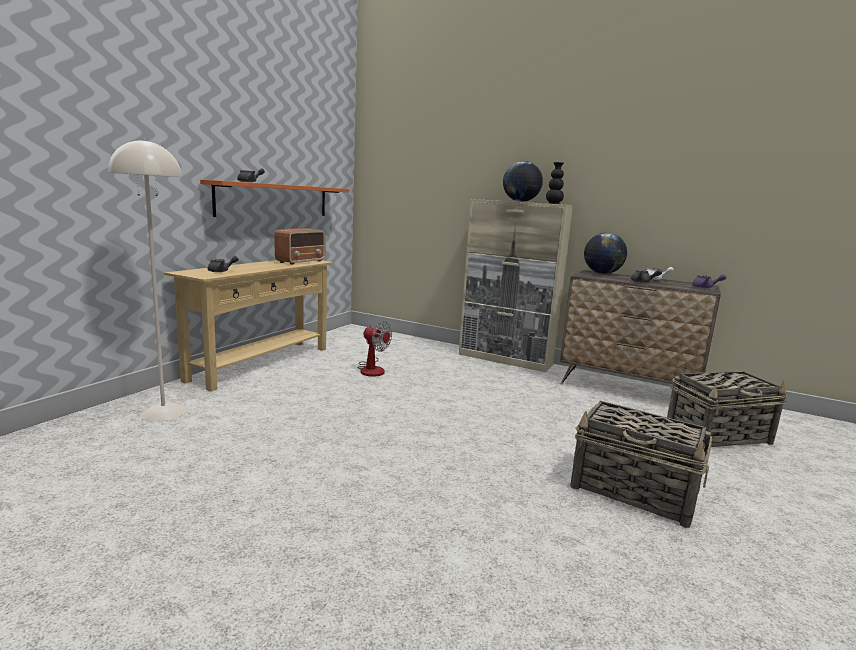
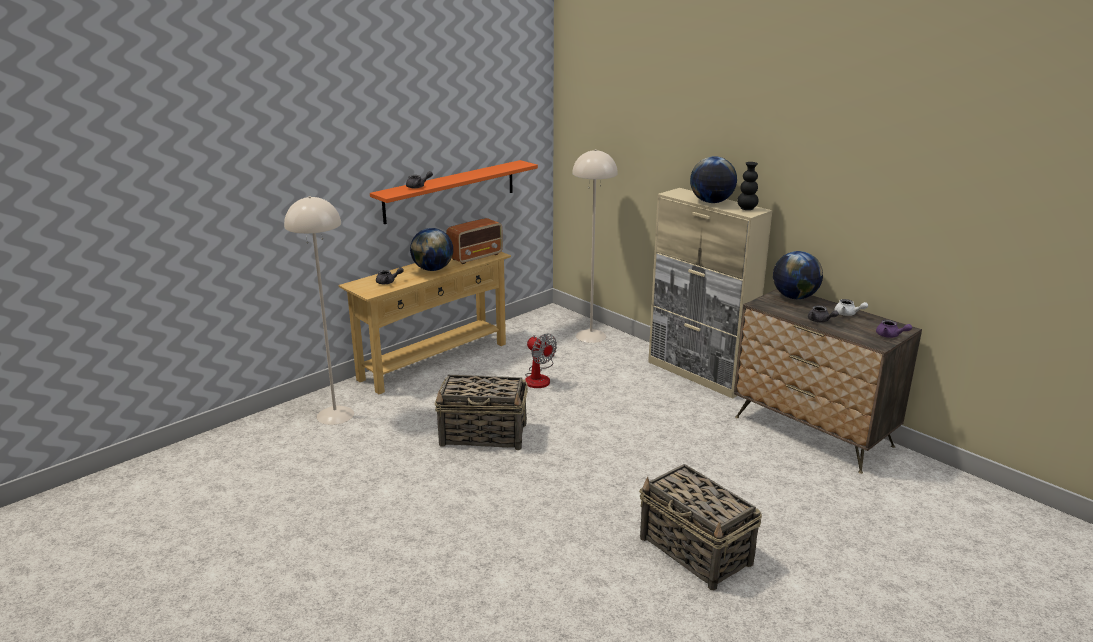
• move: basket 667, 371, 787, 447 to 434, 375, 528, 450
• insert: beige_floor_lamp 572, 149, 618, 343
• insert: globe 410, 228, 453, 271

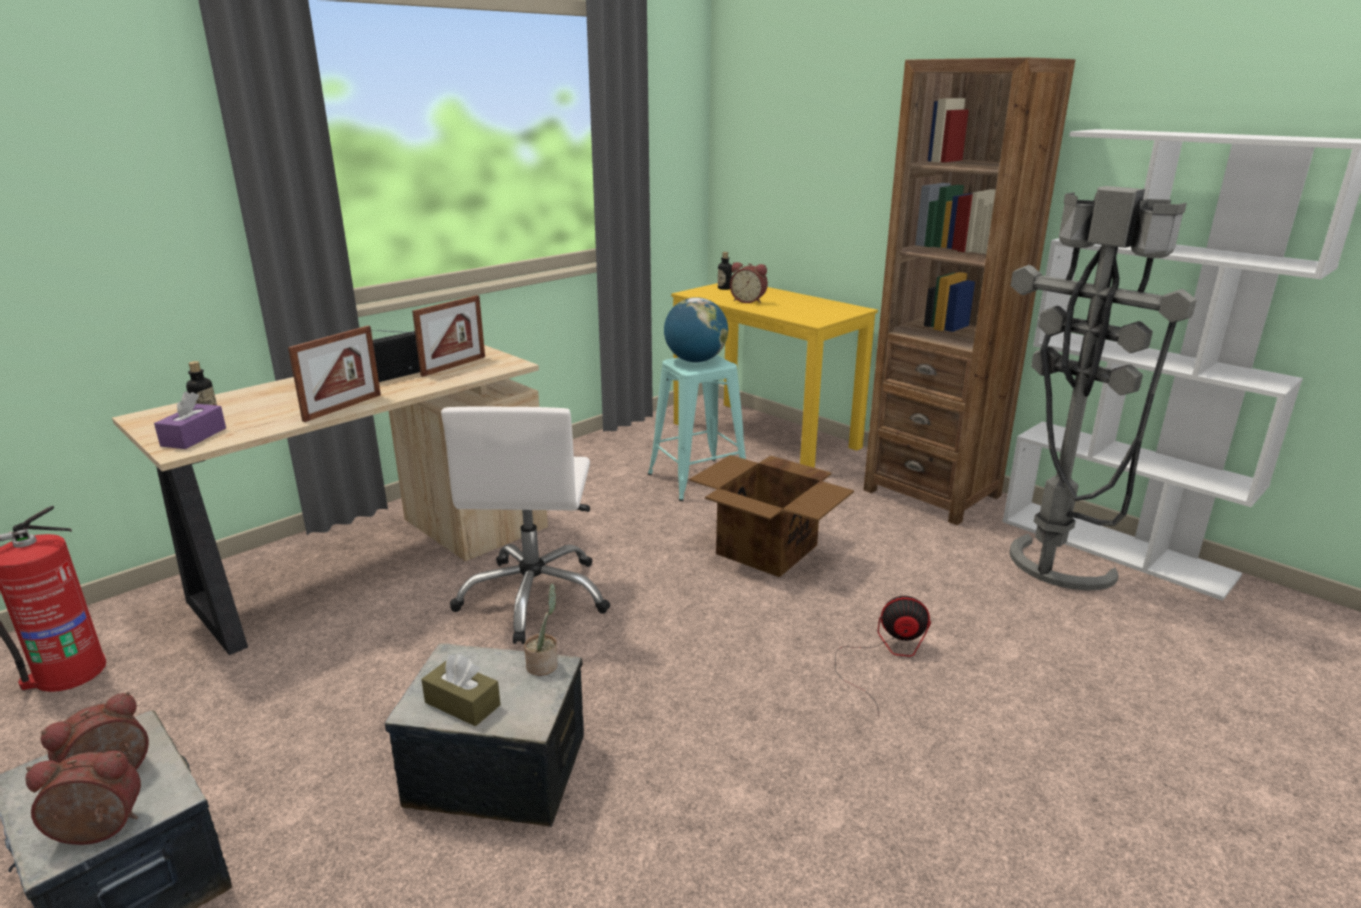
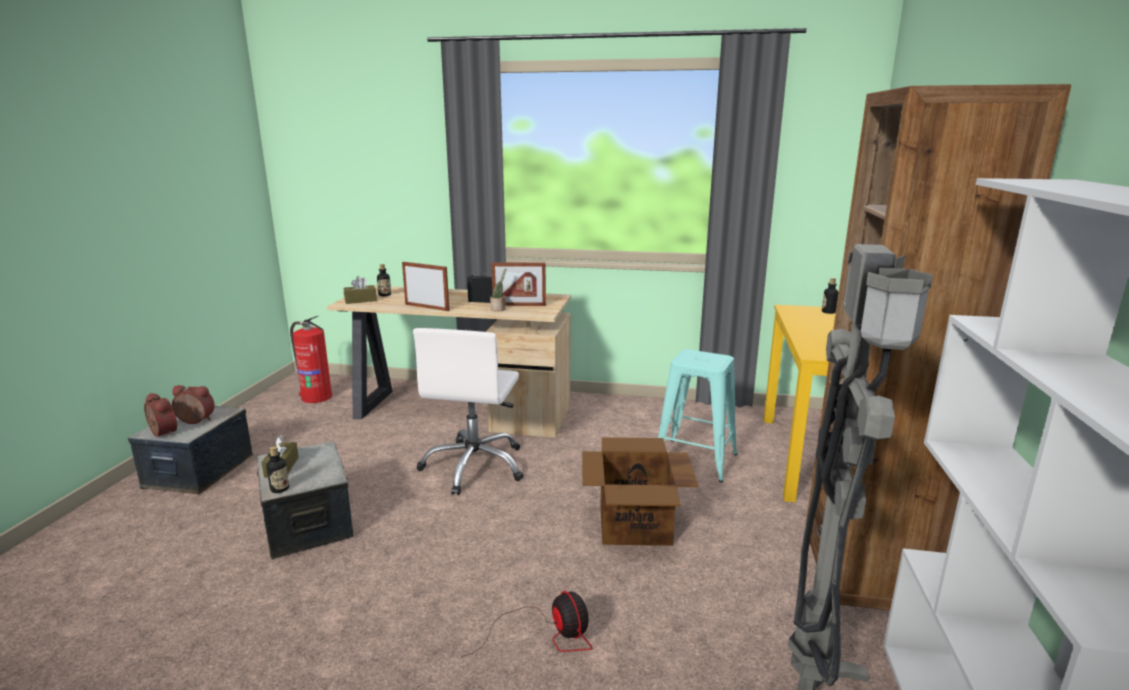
• delete: alarm_clock 730, 262, 768, 304
• delete: globe 664, 297, 728, 362
• rotate: picture_frame 288, 326, 381, 422 = 402, 262, 449, 311 150 degrees counterclockwise
• recolor: purple_tissue_box 154, 392, 226, 449 to brown_tissue_box 344, 276, 377, 304
• rotate: white_office_chair 441, 406, 610, 644 = 413, 328, 524, 495 45 degrees counterclockwise
• move: potted_plant 524, 584, 558, 676 to 490, 268, 507, 311
• insert: bottle 266, 446, 289, 493

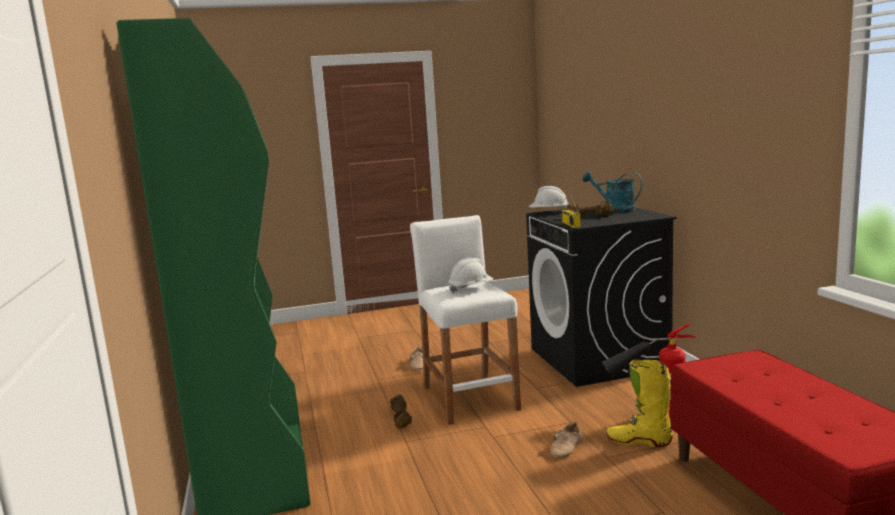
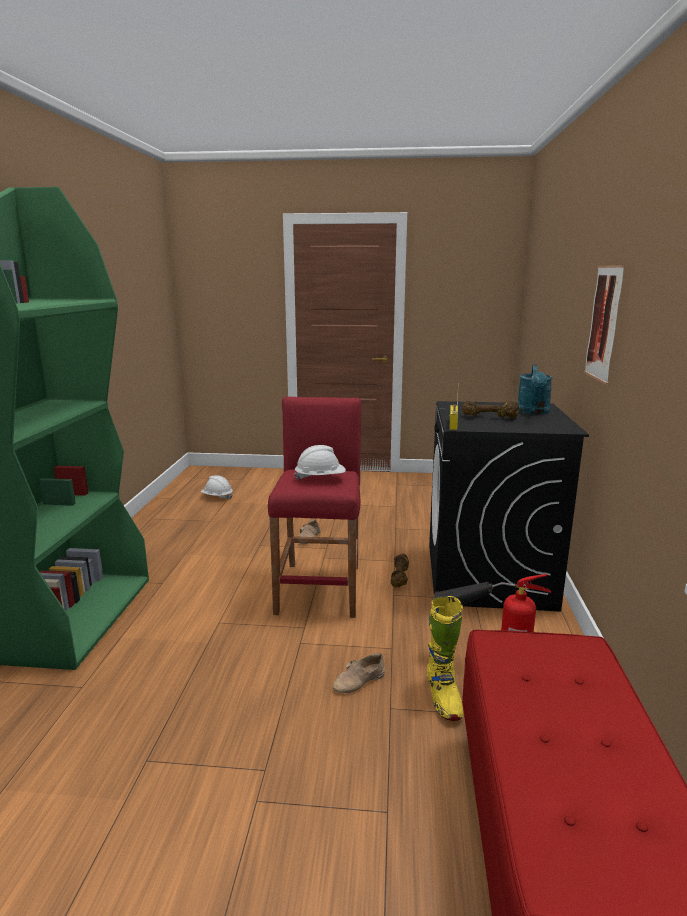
• rotate: turquoise_watering_can 582, 171, 643, 213 = 518, 364, 552, 415 135 degrees counterclockwise
• move: white_hard_hat 529, 186, 569, 209 to 201, 475, 233, 499
• recolor: white_stool 410, 215, 521, 425 to red_stool 268, 397, 362, 618
• rotate: yellow_boot 606, 359, 673, 447 = 427, 596, 463, 721 135 degrees counterclockwise
• move: brown_dumbbell 390, 394, 412, 429 to 390, 553, 409, 587
• insert: picture 584, 265, 625, 385

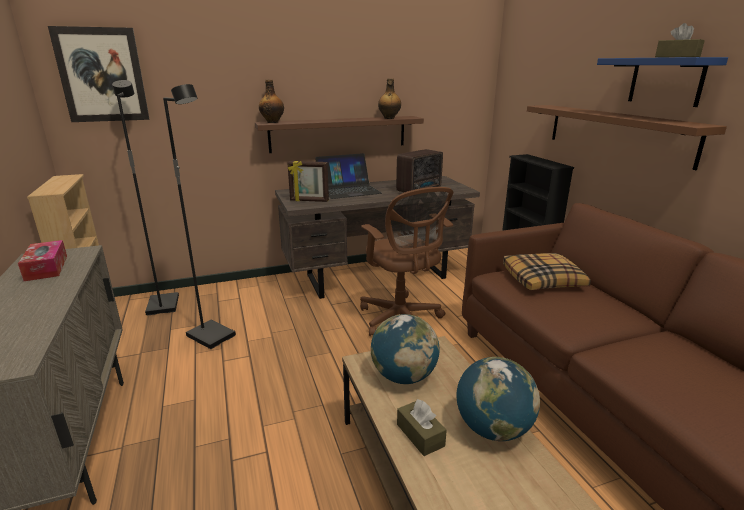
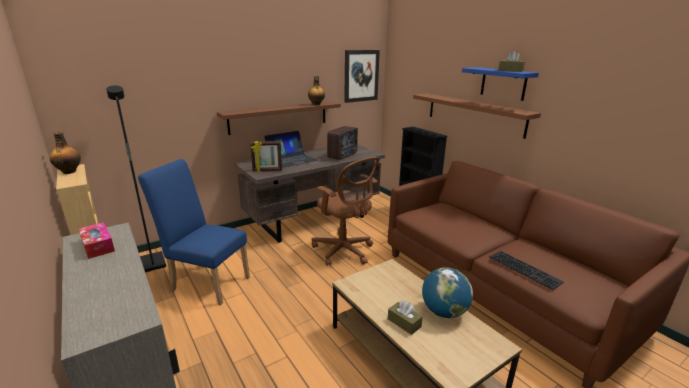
• move: picture 48, 26, 149, 122 to 344, 50, 380, 103
• move: bottle 259, 80, 284, 123 to 50, 132, 81, 174
• replace: black_floor_lamp 163, 84, 236, 349 to blue_chair 138, 159, 250, 305
• delete: pillow 503, 253, 591, 290
• delete: globe 371, 314, 440, 384
• insert: keyboard 489, 251, 564, 290

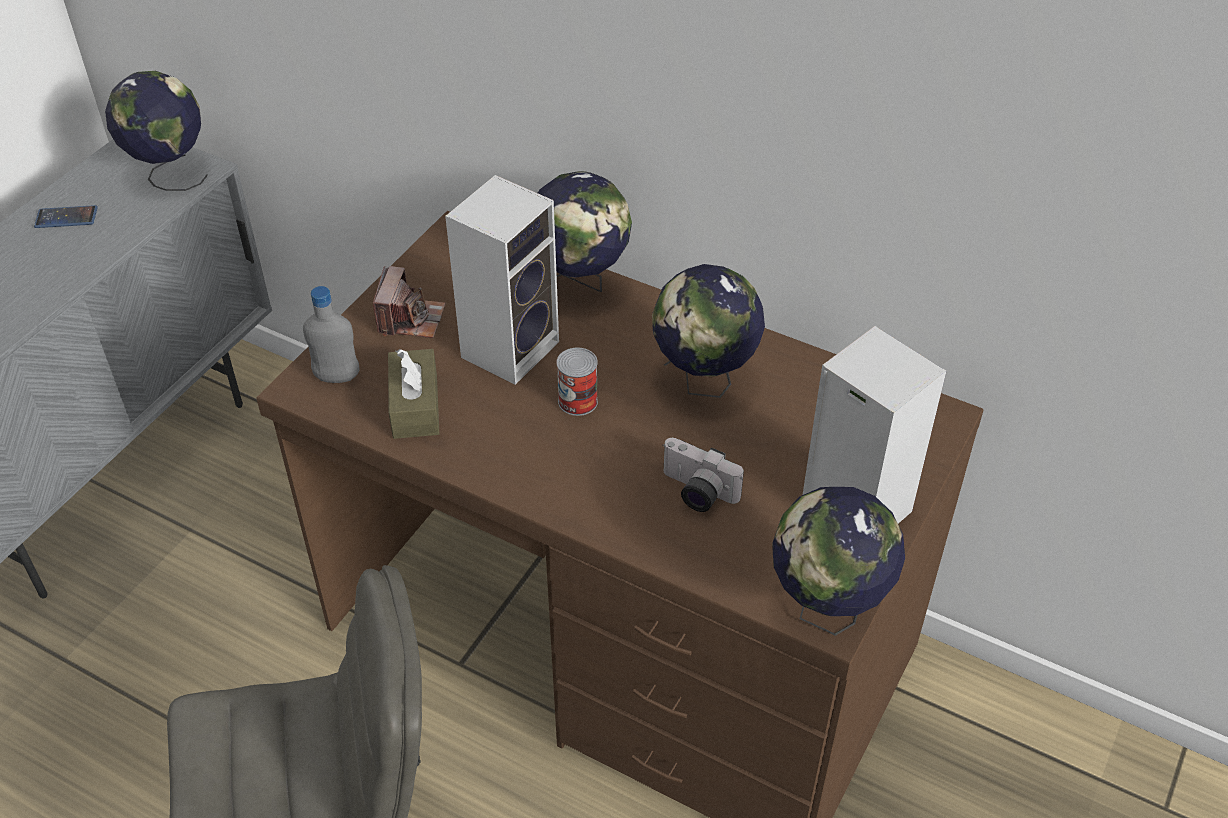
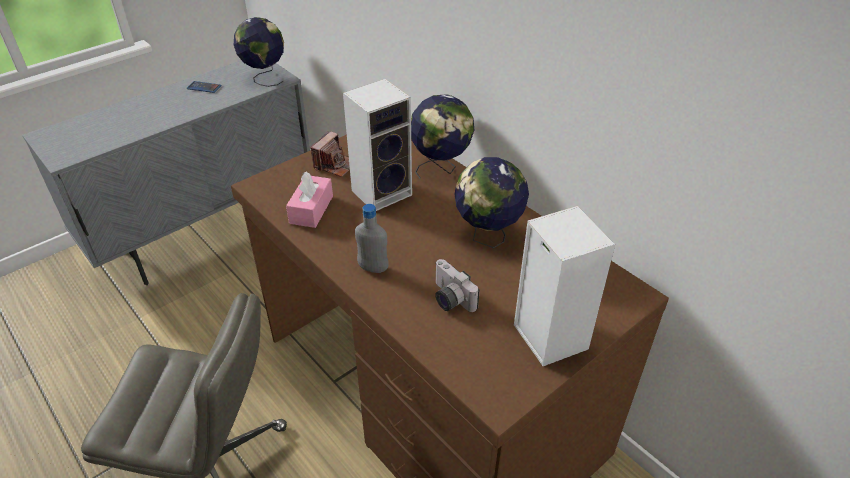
• move: grey_bottle 303, 286, 359, 383 to 355, 204, 389, 273
• delete: can 556, 347, 598, 416
• recolor: brown_tissue_box 388, 349, 439, 439 to pink_tissue_box 286, 172, 333, 228
• delete: globe 772, 487, 905, 636

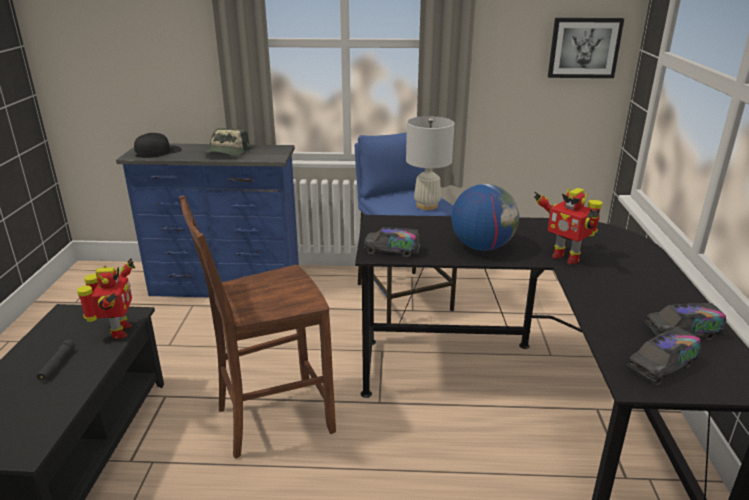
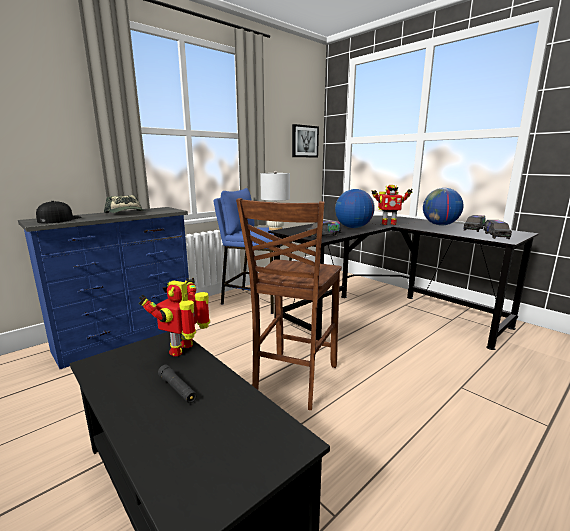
• rotate: toy_robot 77, 258, 135, 339 = 139, 278, 210, 357 105 degrees counterclockwise
• insert: globe 423, 188, 463, 225

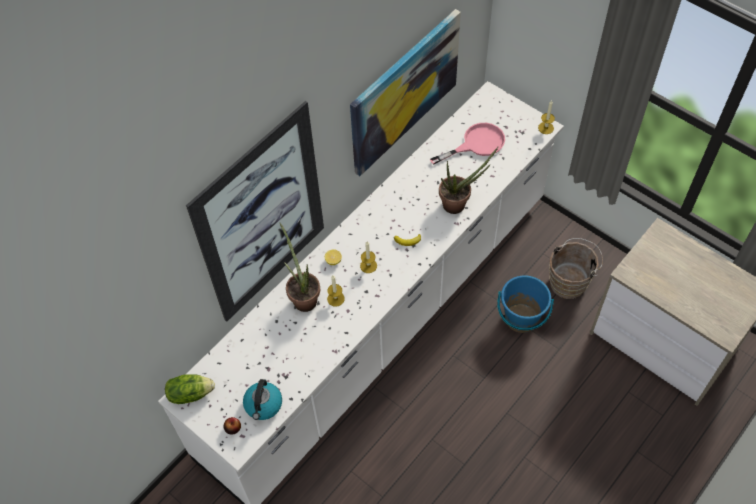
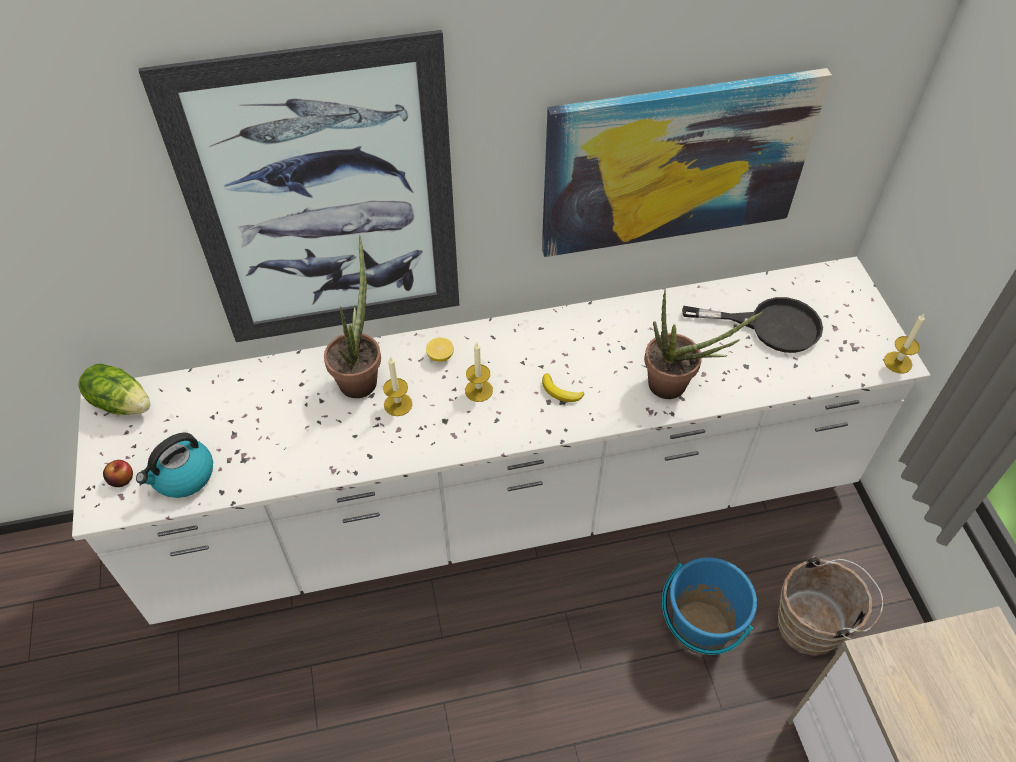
• recolor: pink_frying_pan 430, 123, 505, 165 to black_frying_pan 682, 297, 823, 353

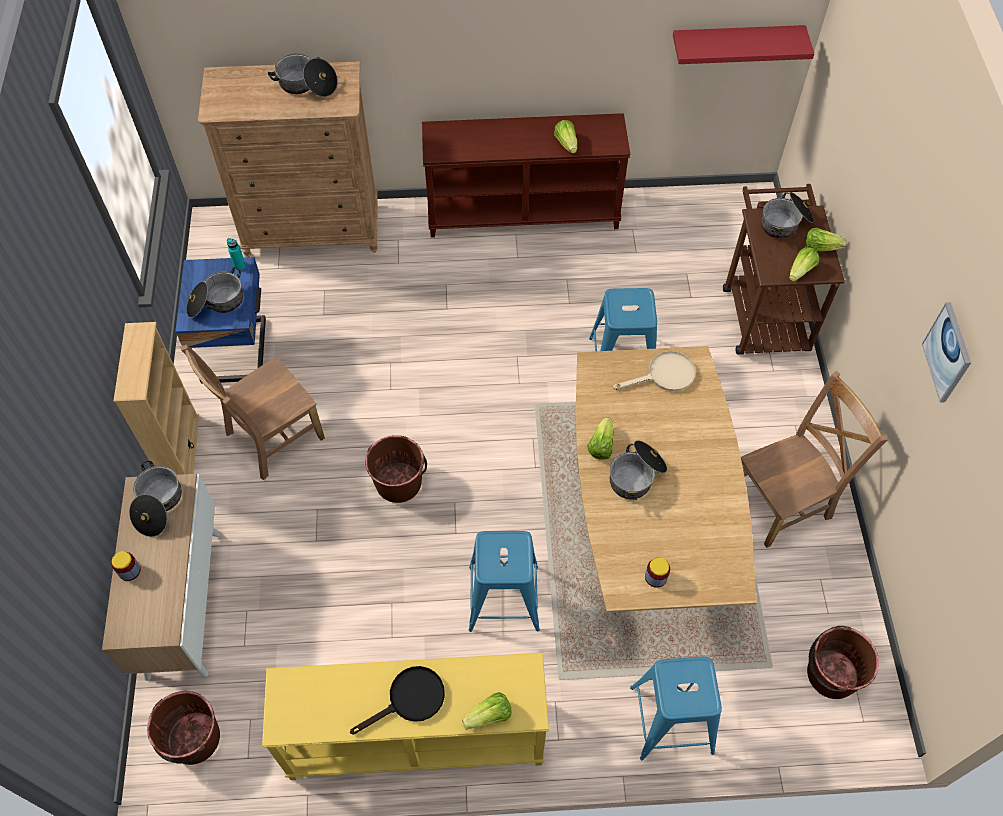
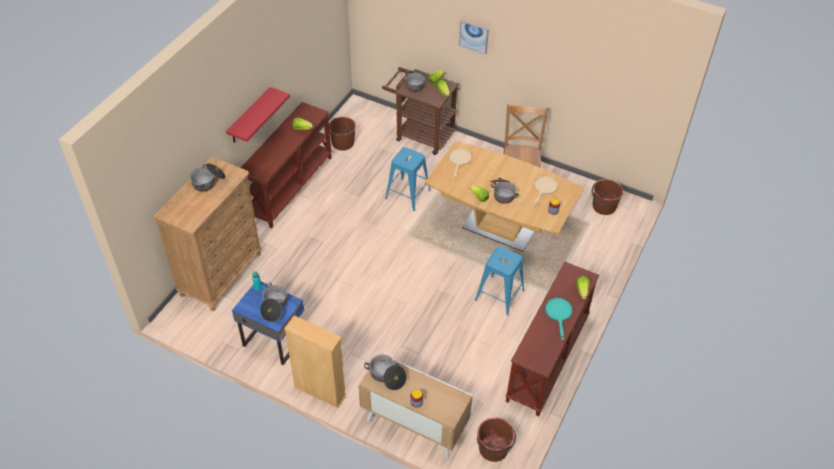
• move: red_shelf 673, 25, 814, 64 to 226, 87, 290, 143
• move: picture 922, 302, 971, 403 to 459, 20, 489, 54
• delete: brown_chair 180, 344, 325, 480
• move: brown_bucket 365, 435, 427, 503 to 329, 117, 356, 151
• recolor: yellow_console_table 262, 653, 549, 780 to brown_console_table 505, 262, 599, 416
• delete: blue_stool 630, 657, 722, 760
• recolor: black_frying_pan 350, 666, 445, 735 to turquoise_frying_pan 545, 298, 572, 340
• insert: beige_frying_pan 533, 176, 558, 207

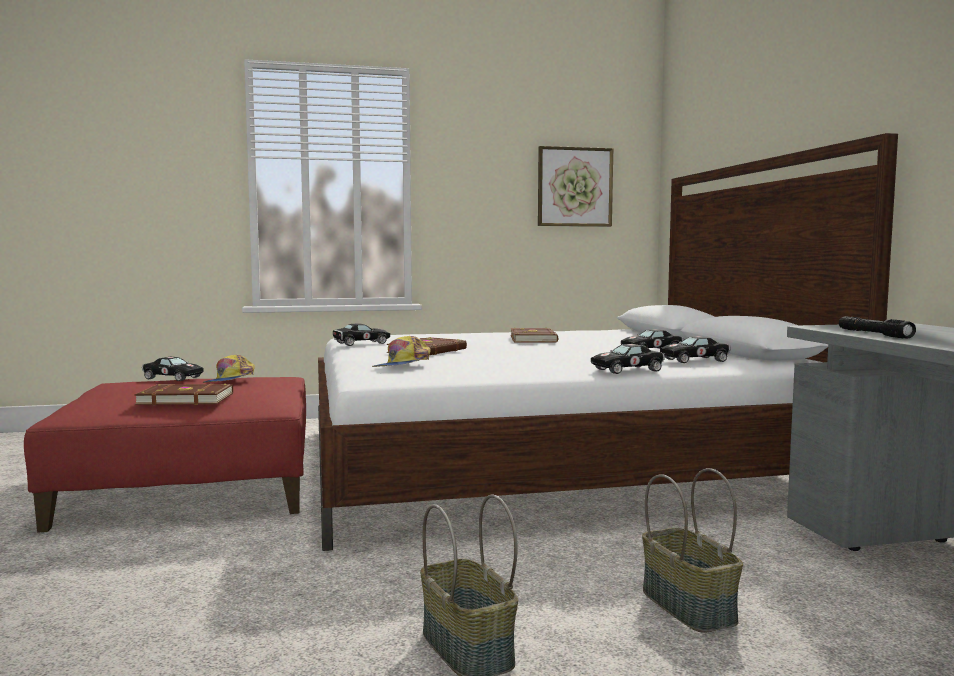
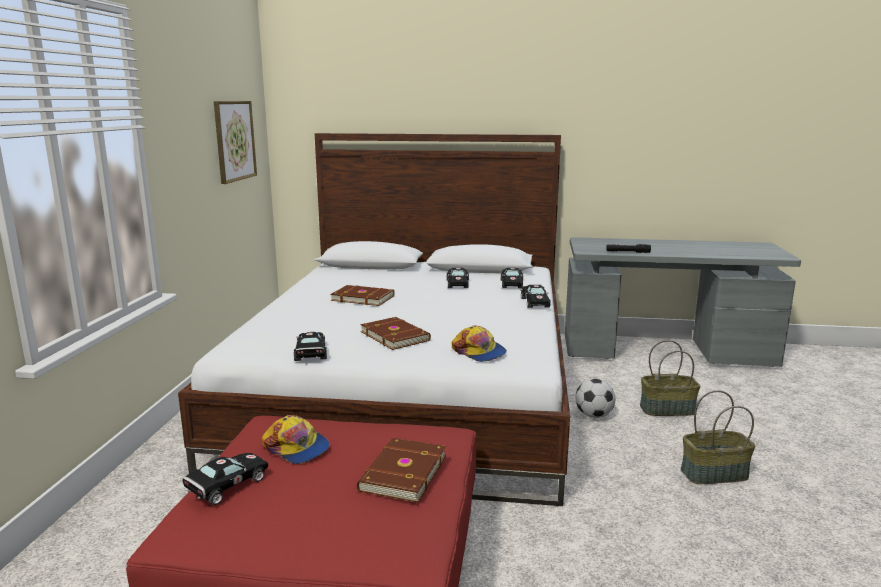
• insert: football 575, 379, 615, 418

